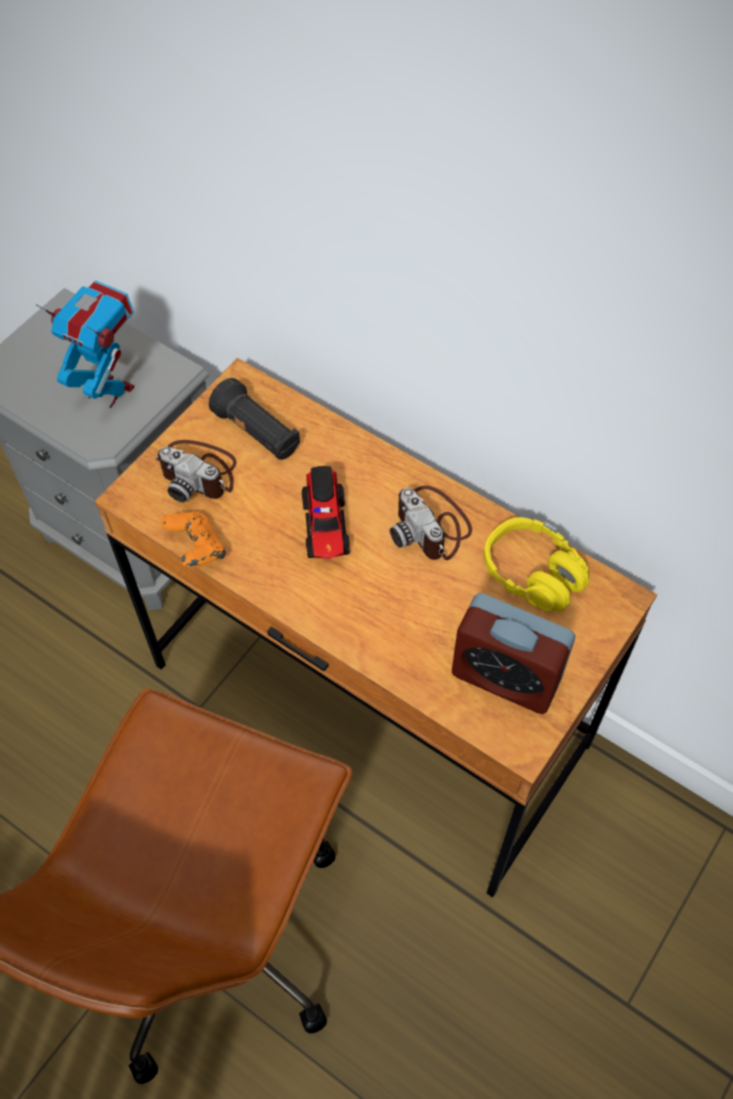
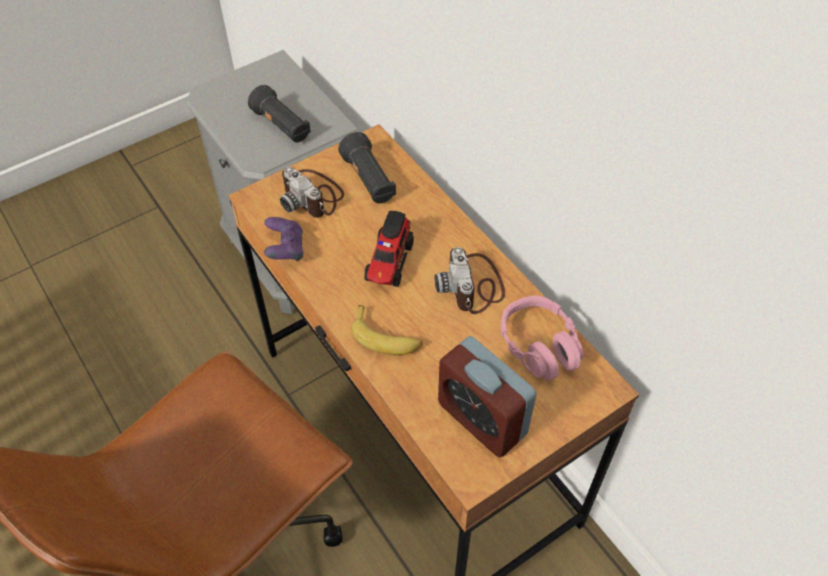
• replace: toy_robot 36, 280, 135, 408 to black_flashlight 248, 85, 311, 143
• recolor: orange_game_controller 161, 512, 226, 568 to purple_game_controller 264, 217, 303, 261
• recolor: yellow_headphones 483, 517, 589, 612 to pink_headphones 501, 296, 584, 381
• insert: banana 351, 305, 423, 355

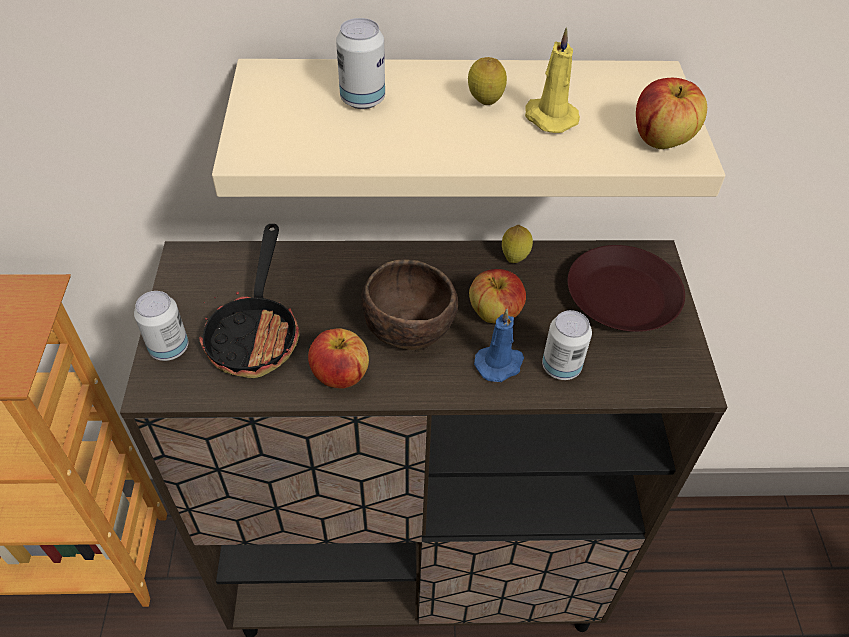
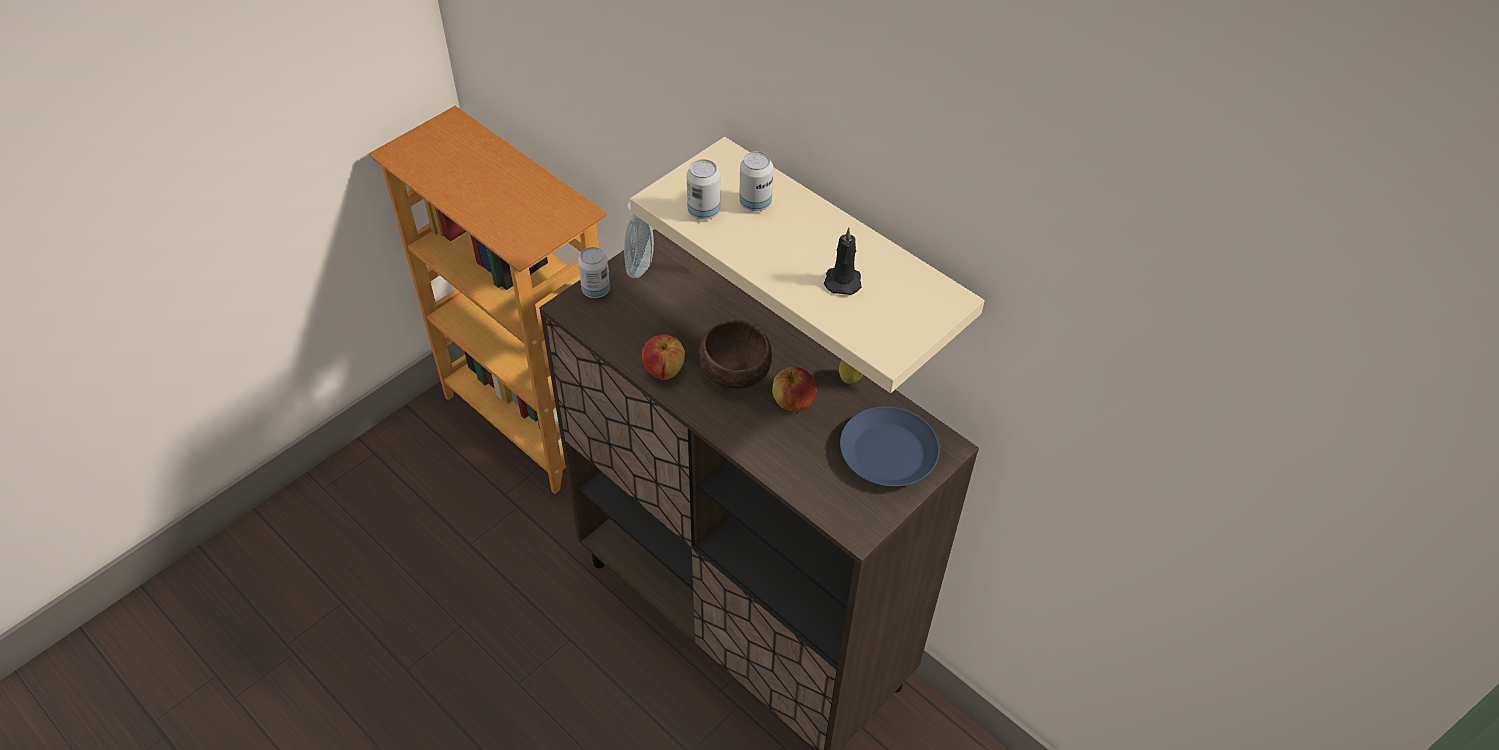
• recolor: yellow_candle 525, 27, 580, 133 to black_candle 824, 228, 861, 295
• delete: lemon 468, 57, 507, 105
• delete: apple 636, 78, 707, 149
• delete: frying_pan 199, 224, 299, 378
• recolor: brown_plate 568, 245, 685, 332 to blue_plate 840, 406, 940, 486
• delete: blue_candle 474, 309, 524, 382
• move: can 542, 310, 592, 380 to 687, 159, 720, 220
• insert: soap_dispenser 624, 202, 654, 278

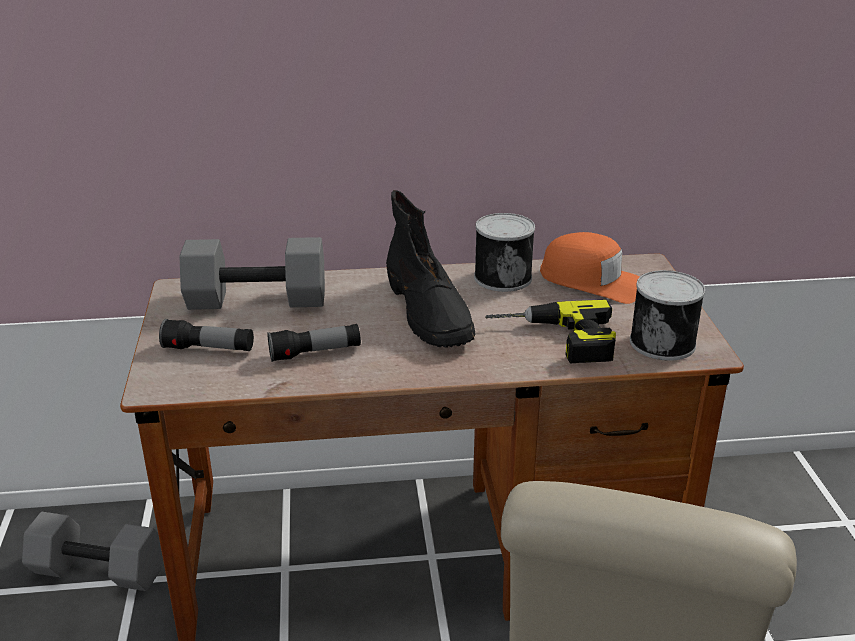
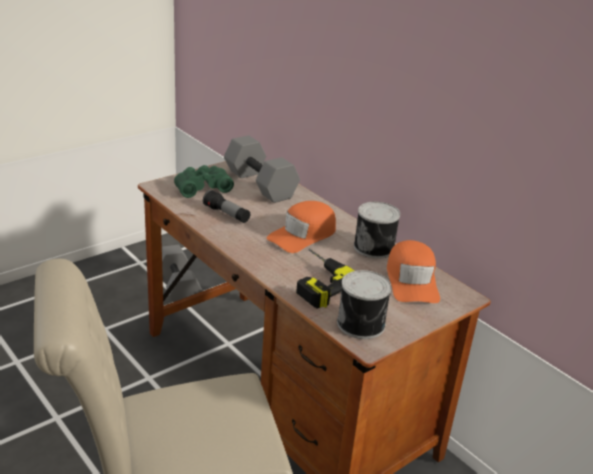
• replace: black_boot 386, 190, 475, 348 to orange_cap 267, 201, 336, 253
• replace: flashlight 159, 319, 254, 351 to green_binoculars 174, 165, 234, 198

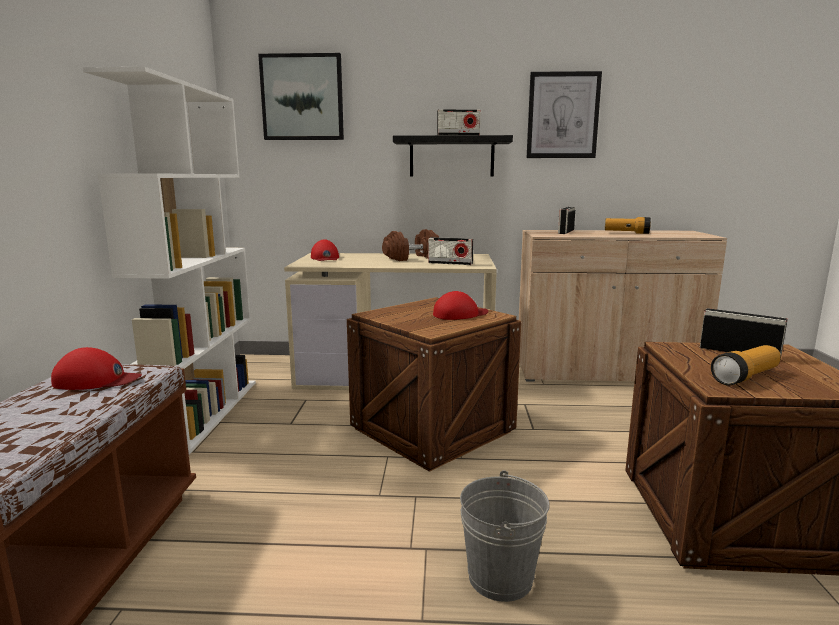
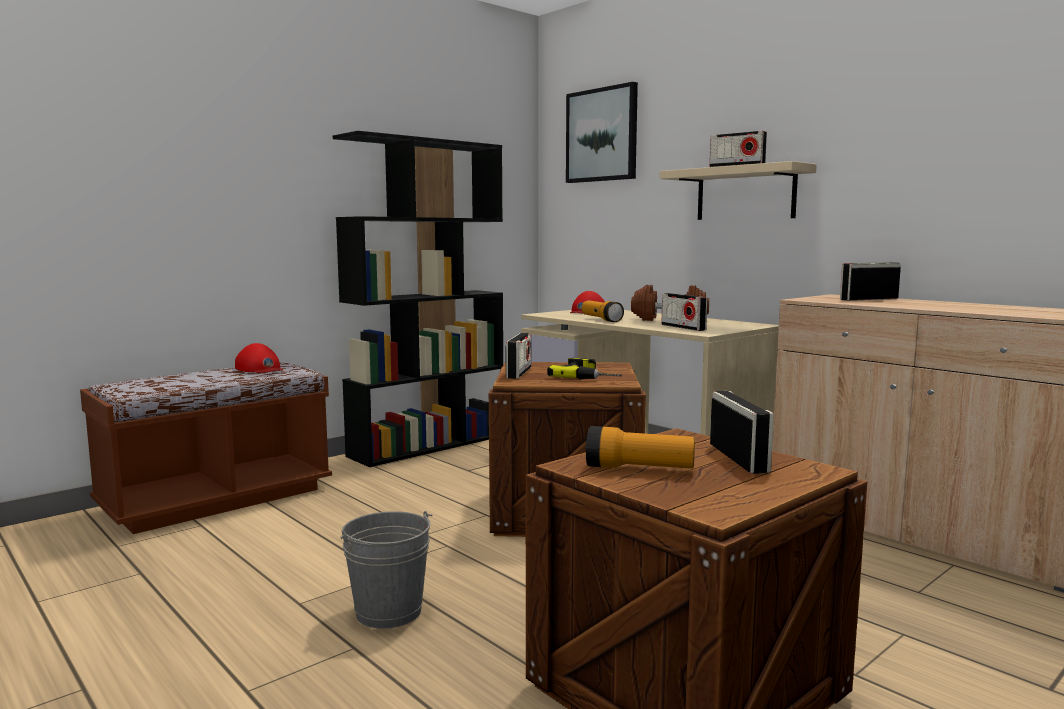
• recolor: white_bookcase 83, 67, 256, 454 to black_bookcase 333, 131, 503, 467
• delete: picture 527, 71, 602, 158
• recolor: black_shelf 393, 135, 513, 177 to beige_shelf 660, 161, 817, 220
• move: flashlight 605, 217, 651, 234 to 582, 301, 624, 322
• replace: red_cap 433, 291, 488, 320 to power_drill 547, 358, 622, 379
• insert: radio 506, 333, 531, 379

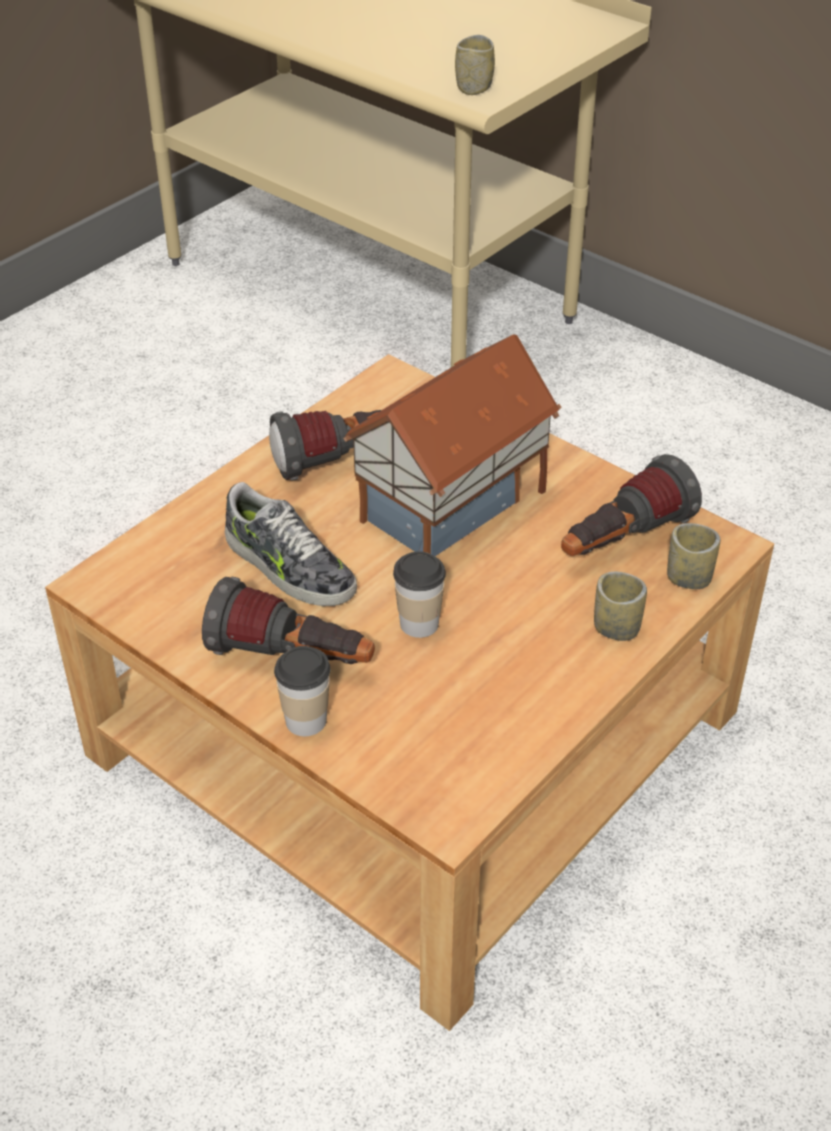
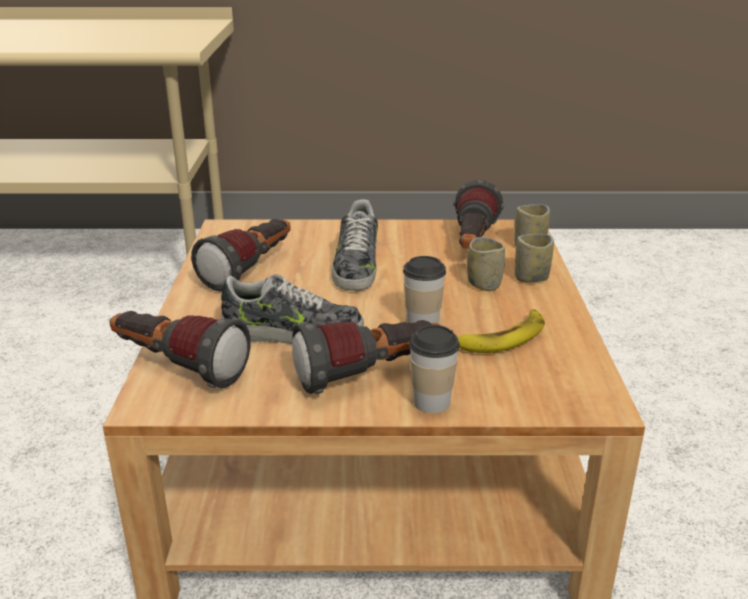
• move: cup 455, 35, 495, 95 to 467, 237, 505, 291
• replace: toy_house 343, 335, 562, 556 to shoe 332, 199, 378, 291
• insert: banana 458, 309, 545, 353
• insert: flashlight 109, 311, 251, 388

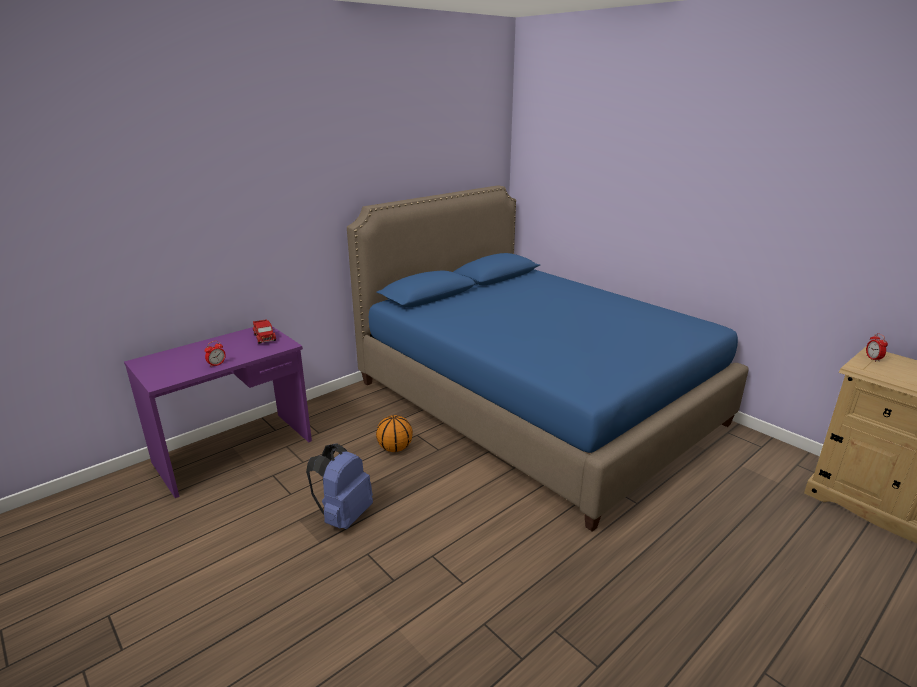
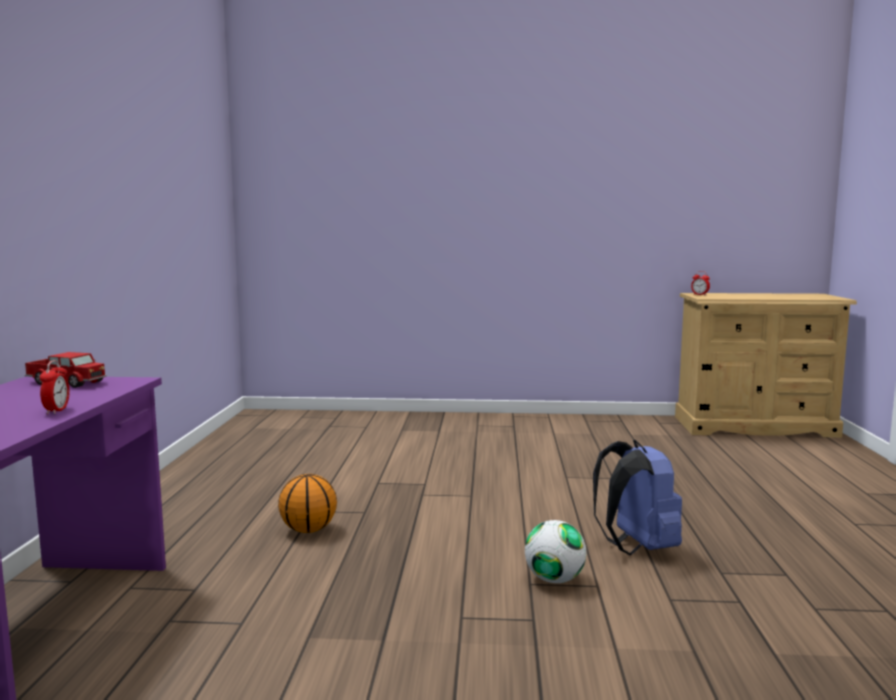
• delete: blue_bed 347, 185, 749, 532
• move: blue_backpack 306, 443, 373, 529 to 593, 440, 682, 555
• insert: football 525, 520, 586, 583

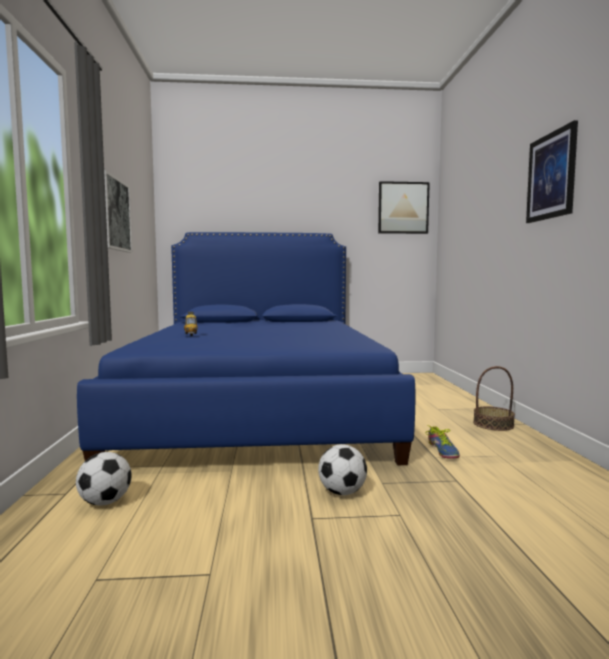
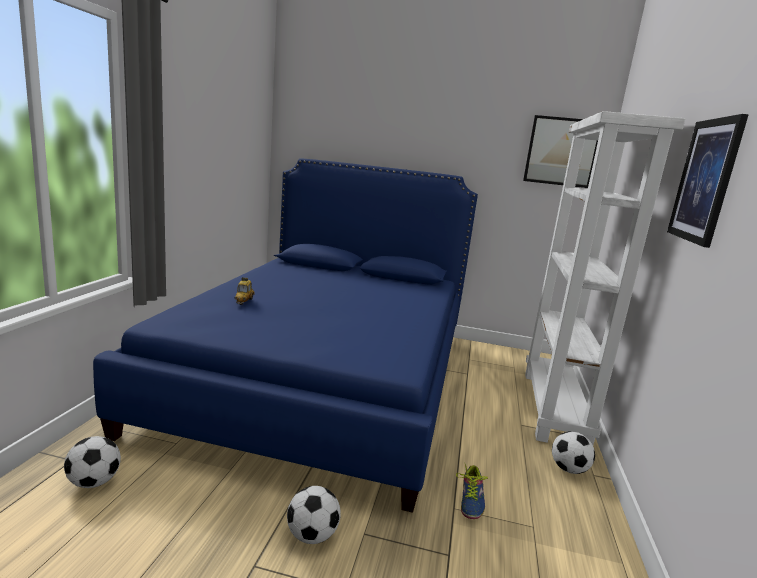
• delete: picture 104, 170, 132, 253
• replace: basket 473, 366, 515, 431 to football 552, 431, 595, 474
• insert: white_bookcase 525, 111, 685, 445

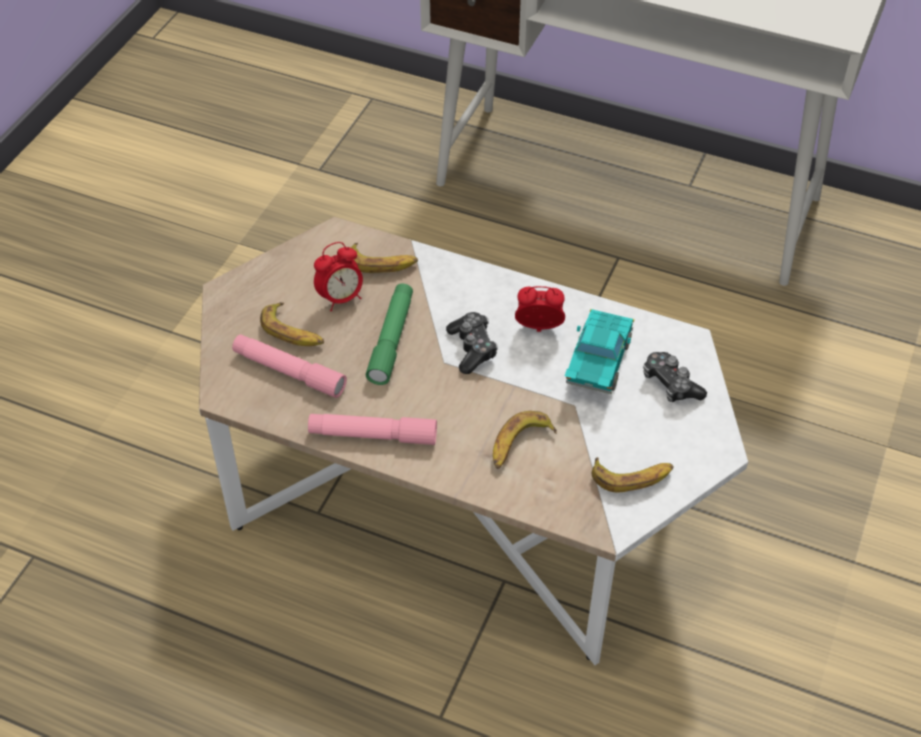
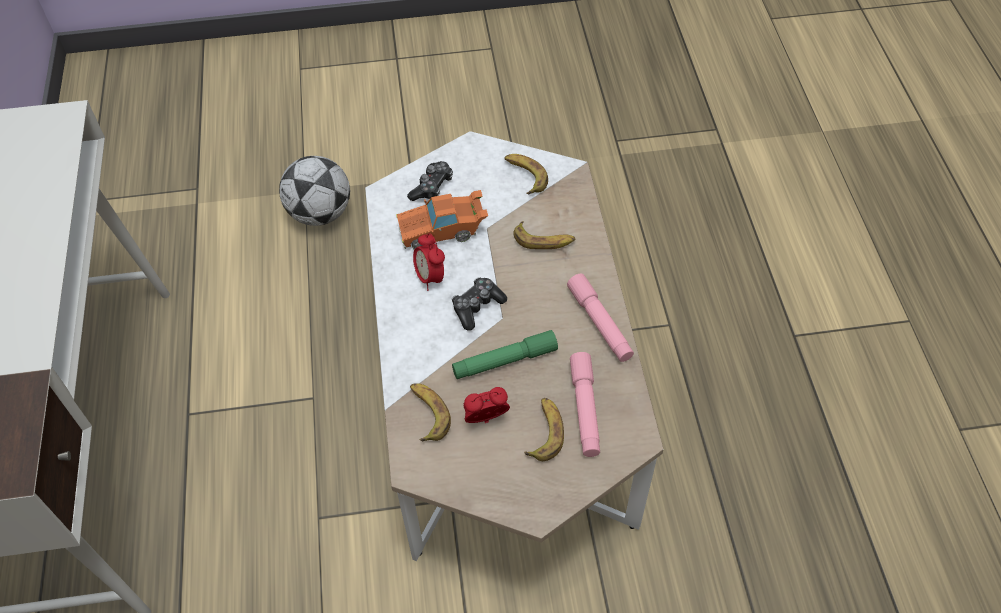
• rotate: alarm_clock 314, 242, 363, 311 = 464, 387, 510, 423 45 degrees counterclockwise
• recolor: turquoise_toy_car 565, 309, 634, 394 to orange_toy_car 396, 190, 488, 250
• insert: football 279, 156, 350, 226

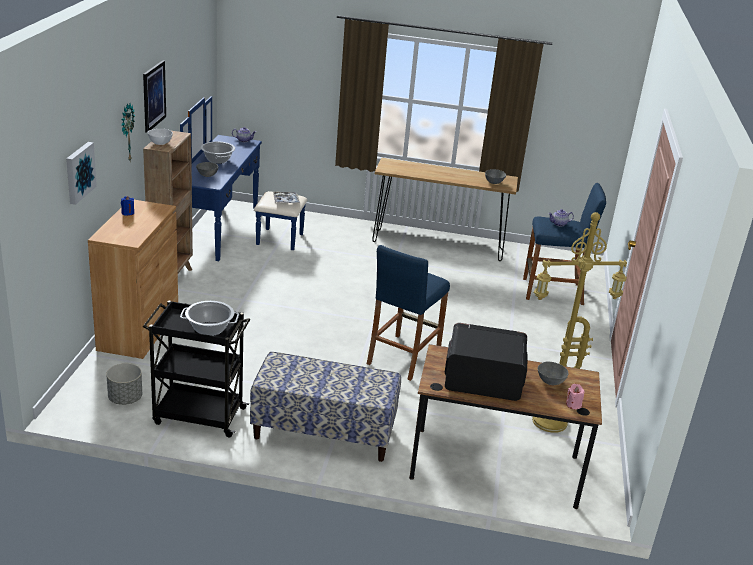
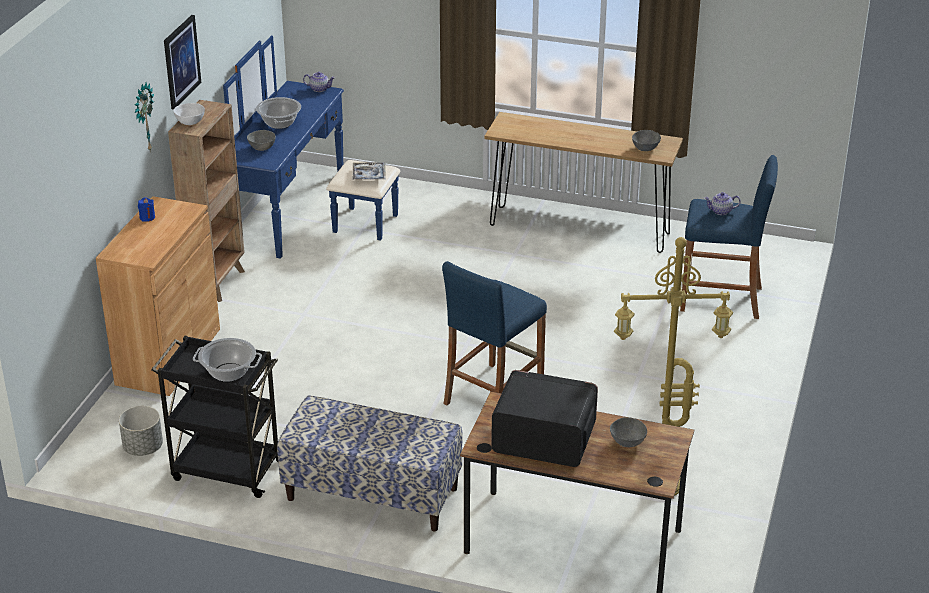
• delete: picture 66, 142, 97, 205
• delete: pink_candle 566, 384, 584, 409

